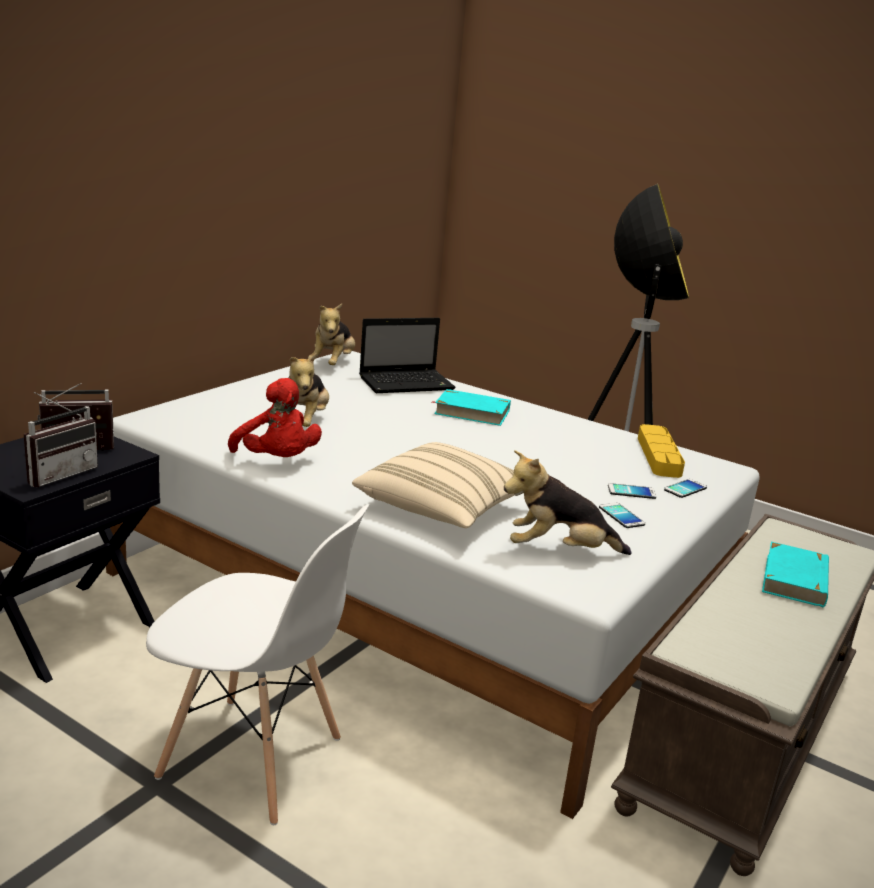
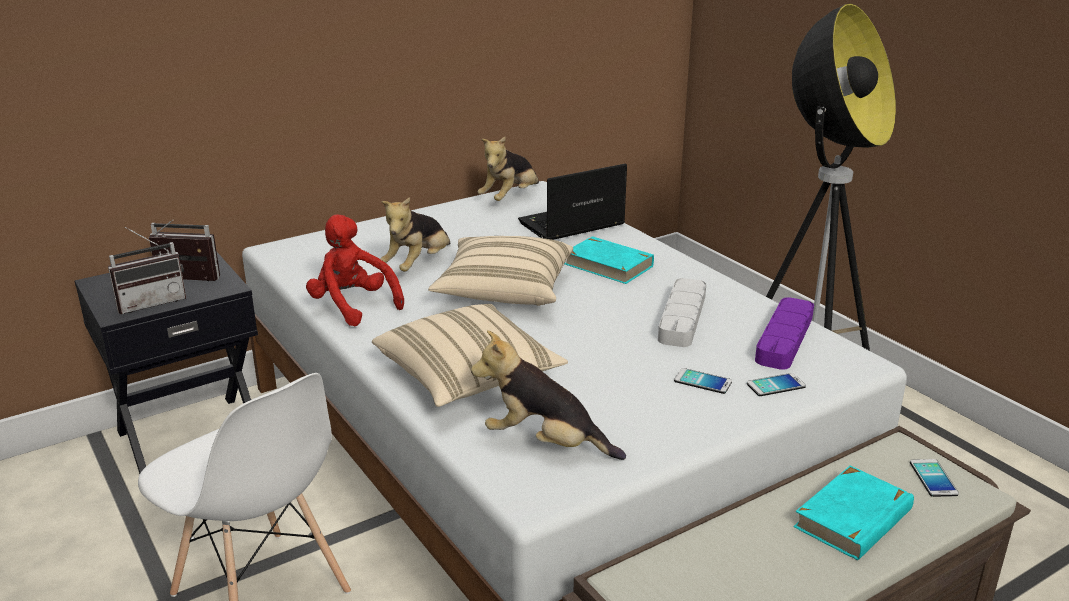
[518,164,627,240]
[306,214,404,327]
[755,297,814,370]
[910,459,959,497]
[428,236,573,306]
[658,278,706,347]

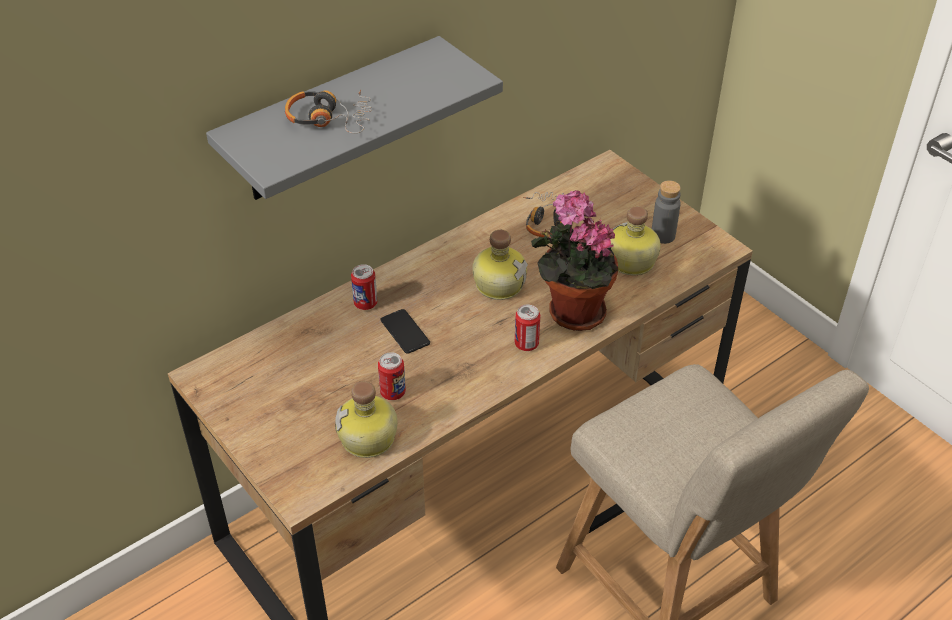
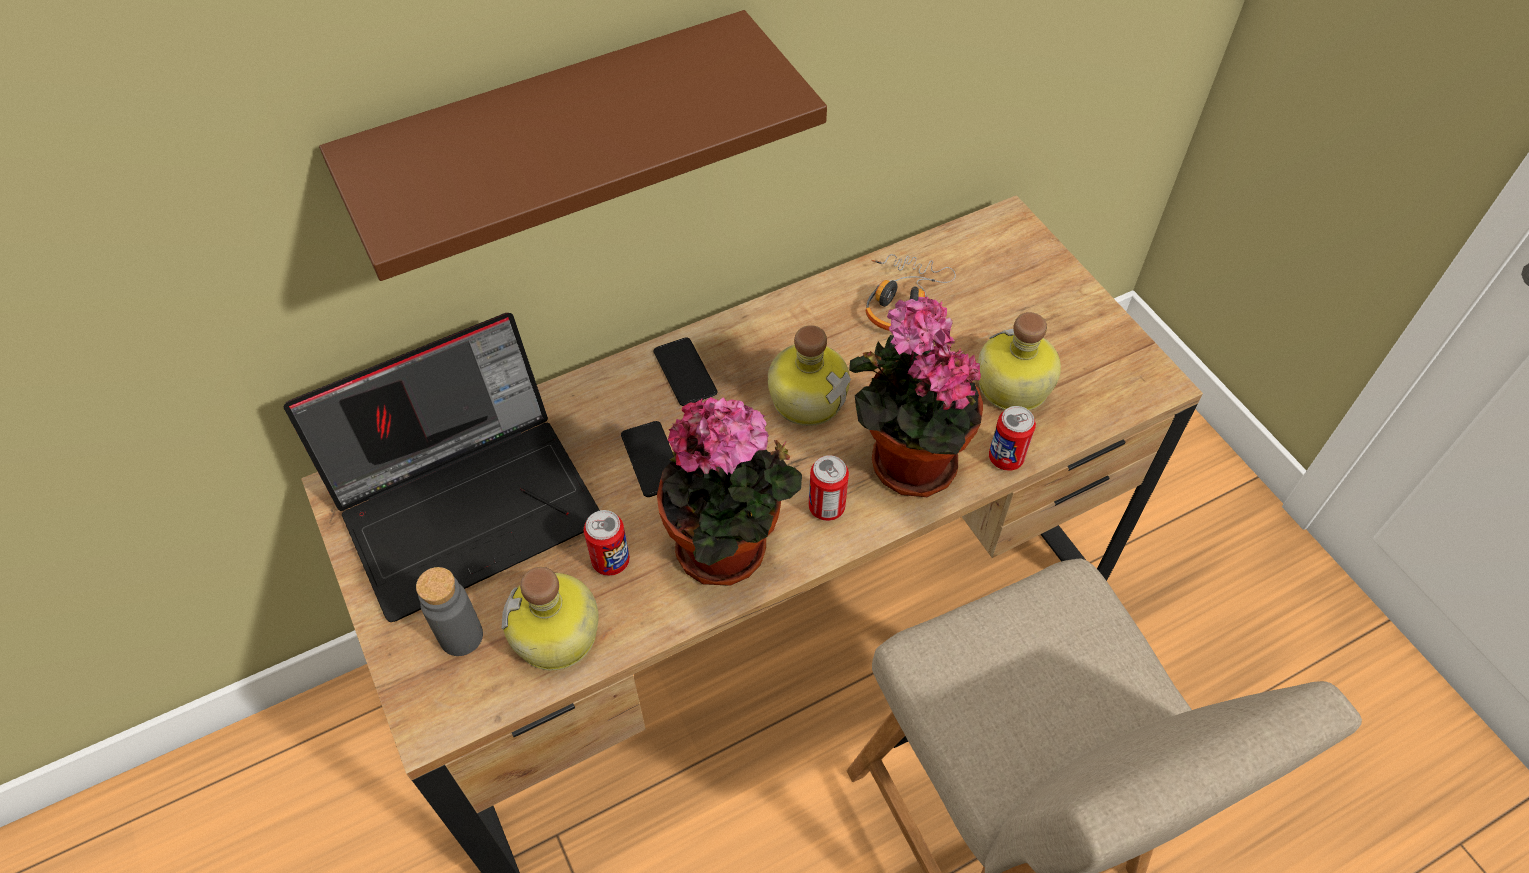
[319,10,827,281]
[285,90,371,134] (first image)
[416,567,483,656]
[989,406,1036,471]
[284,313,600,622]
[653,338,718,406]
[657,397,802,586]

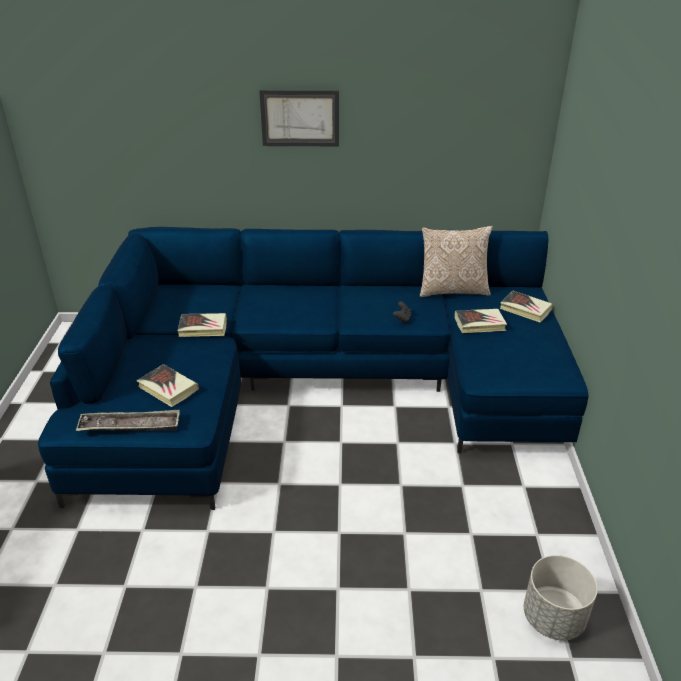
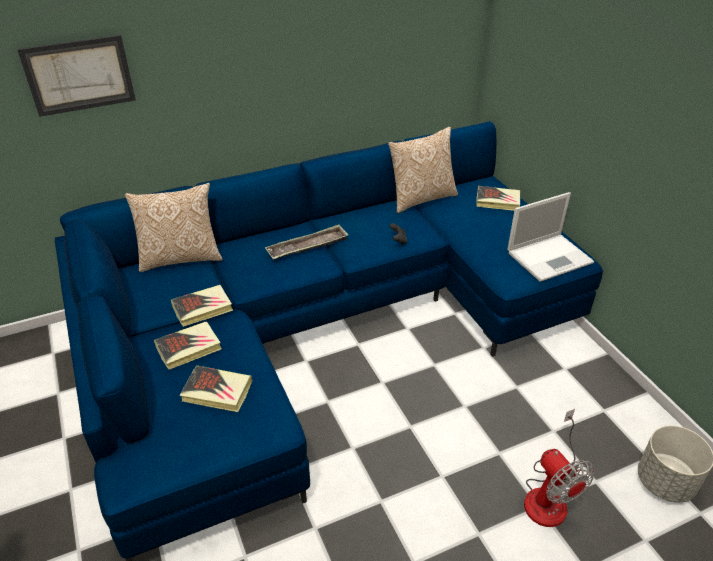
[17,35,136,117]
[154,321,222,370]
[265,224,348,260]
[125,183,223,272]
[507,192,594,282]
[524,409,595,527]

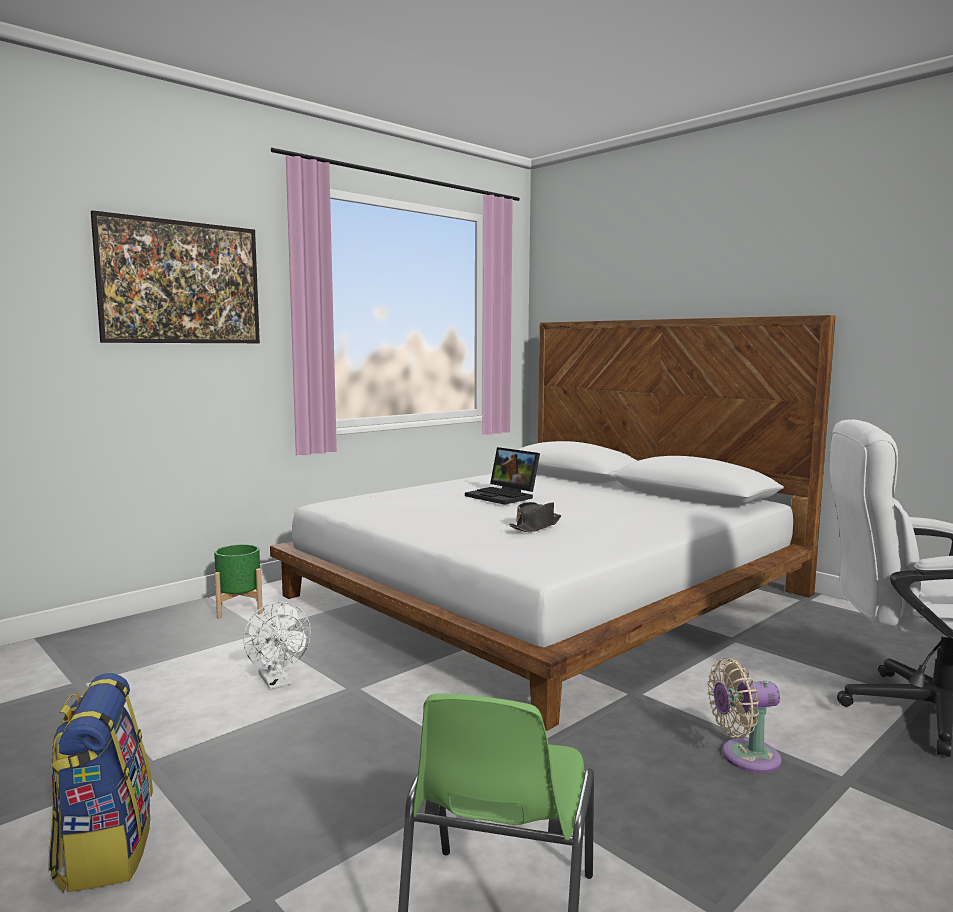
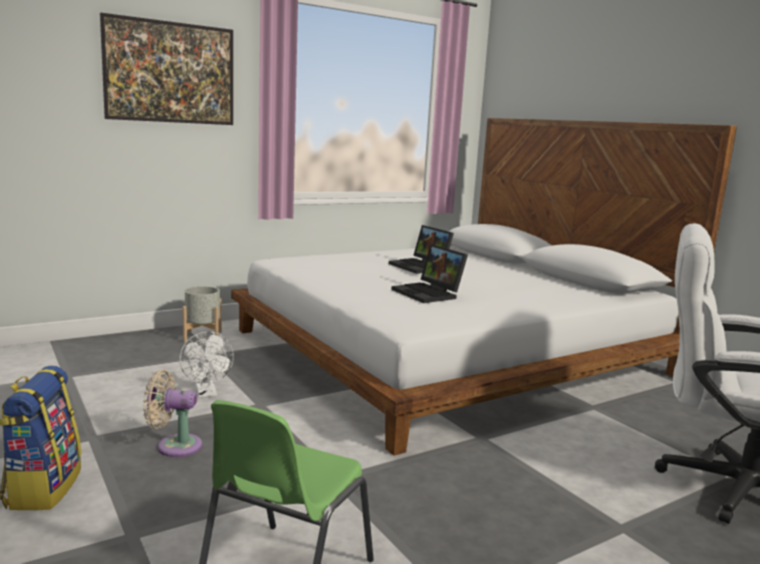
[391,244,468,303]
[183,286,222,342]
[143,370,202,457]

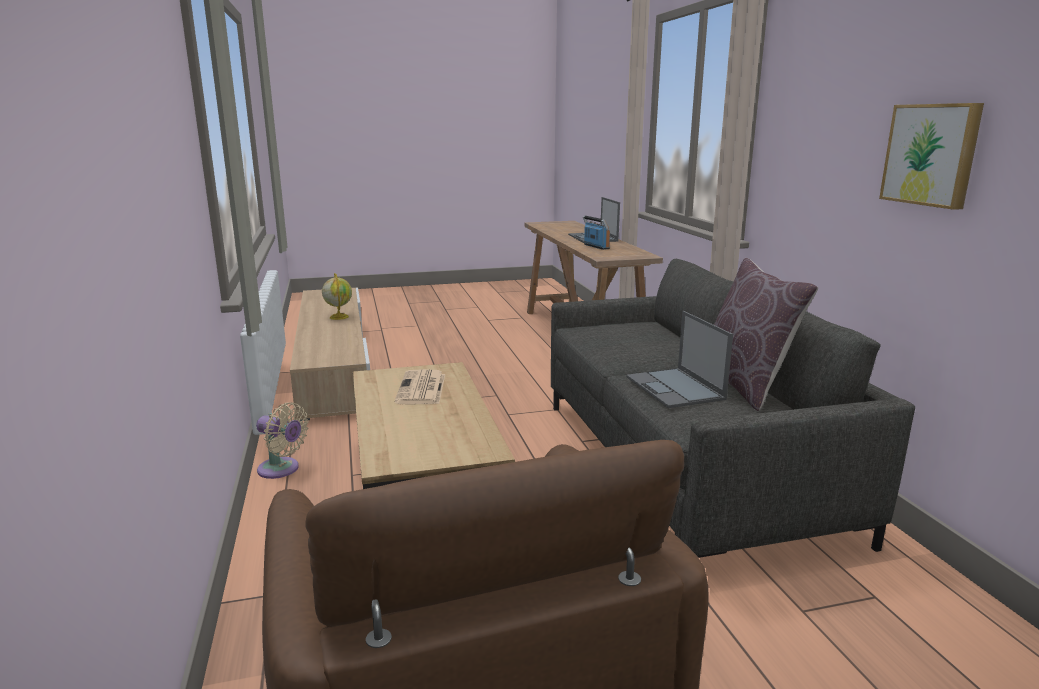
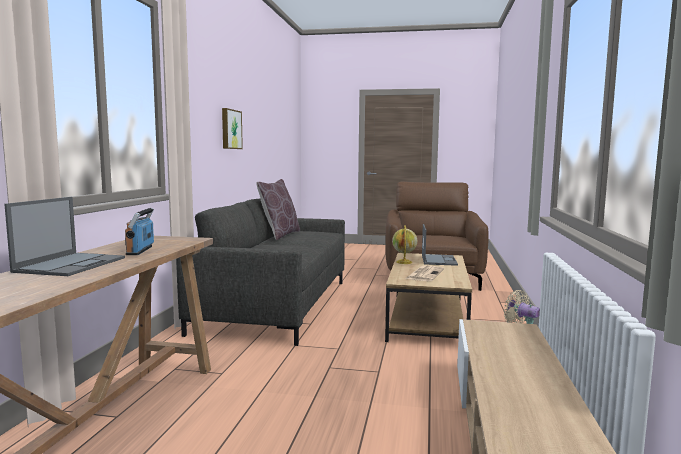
[392,225,417,264]
[422,224,458,266]

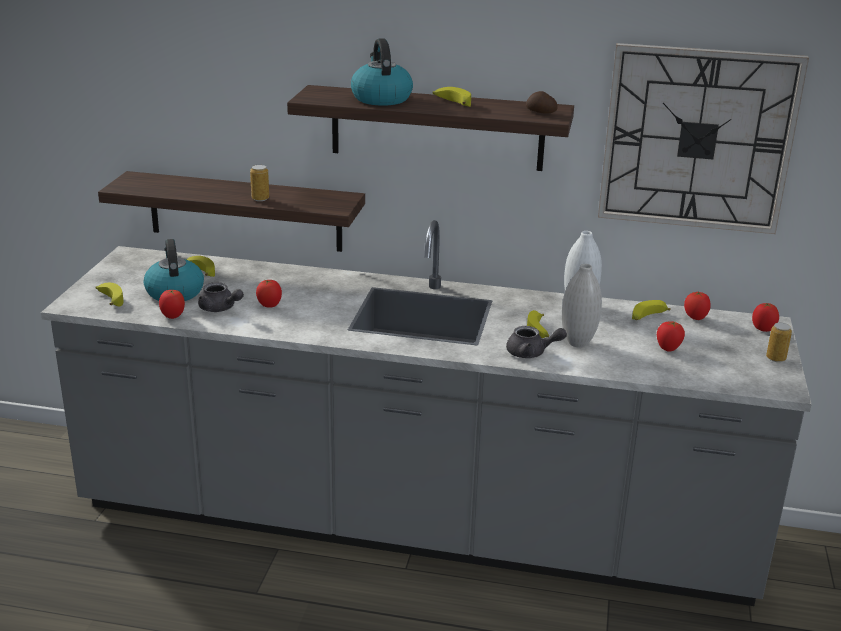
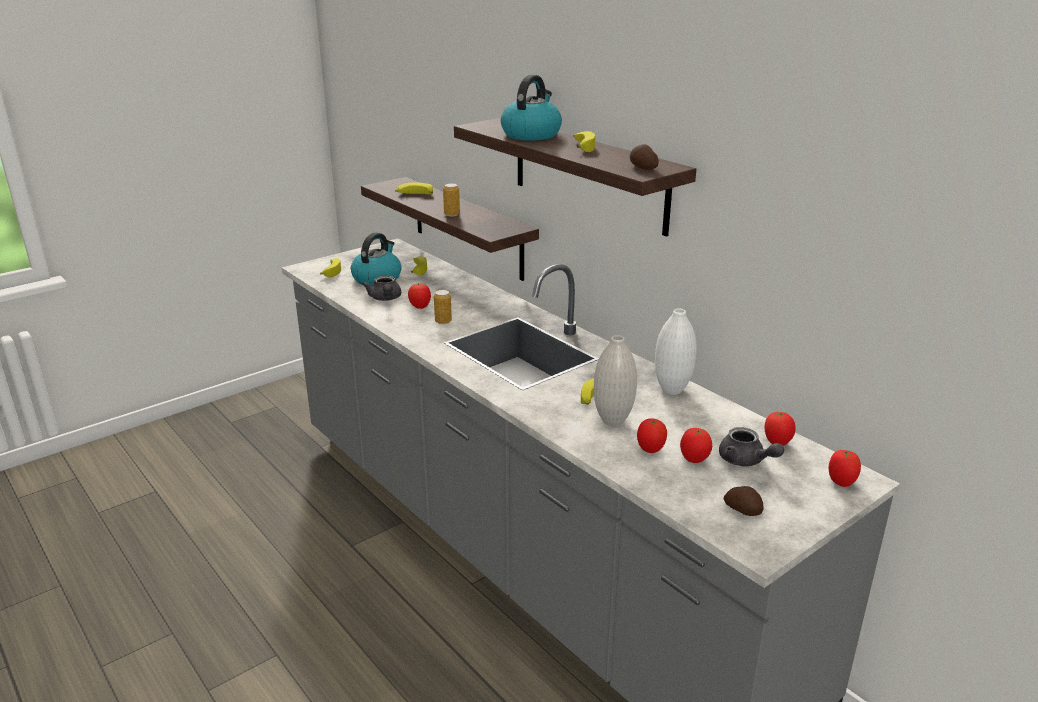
[598,43,809,234] (first image)
[637,418,667,453]
[395,182,433,194]
[434,290,452,324]
[719,427,784,467]
[724,486,764,516]

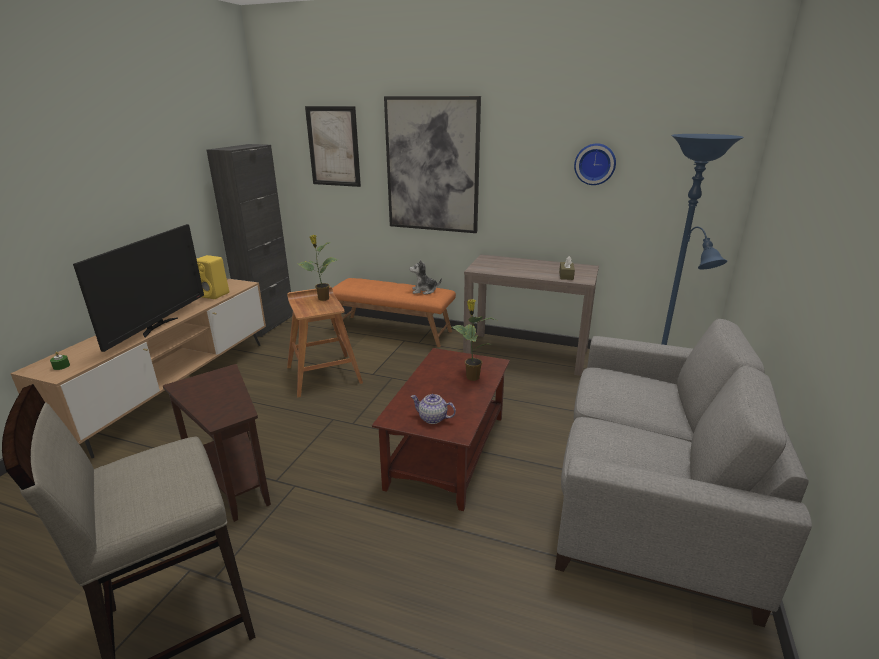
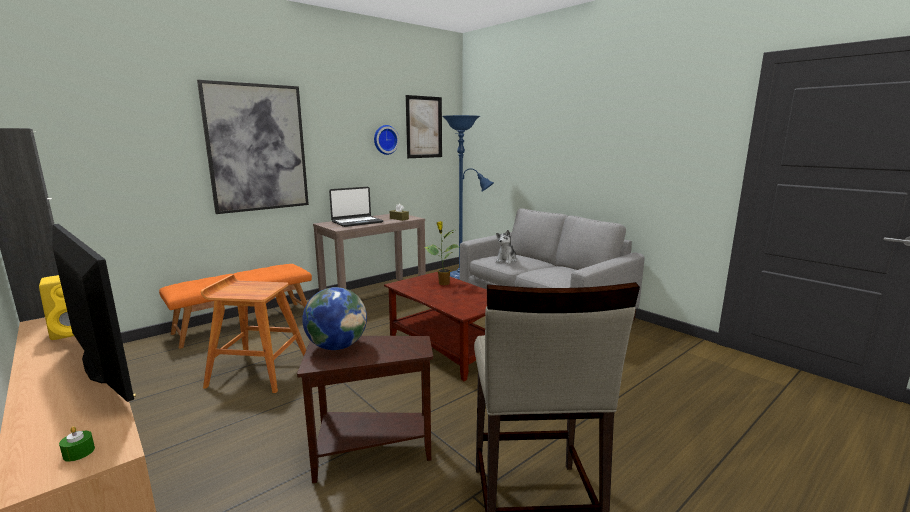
[406,95,442,158]
[297,235,338,301] (first image)
[496,230,517,264]
[411,394,456,424] (first image)
[329,187,383,227]
[302,287,367,350]

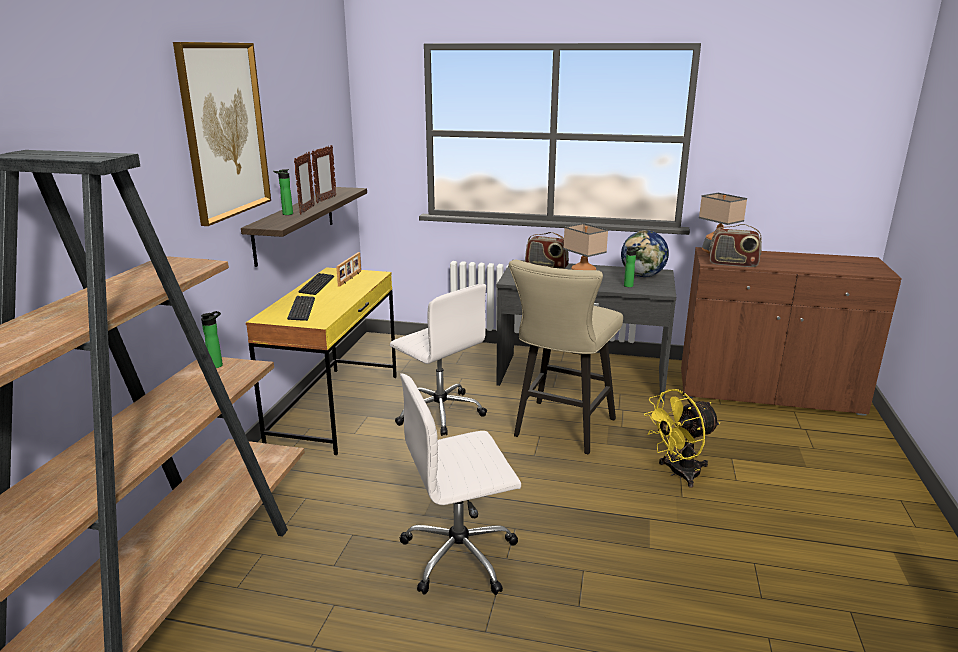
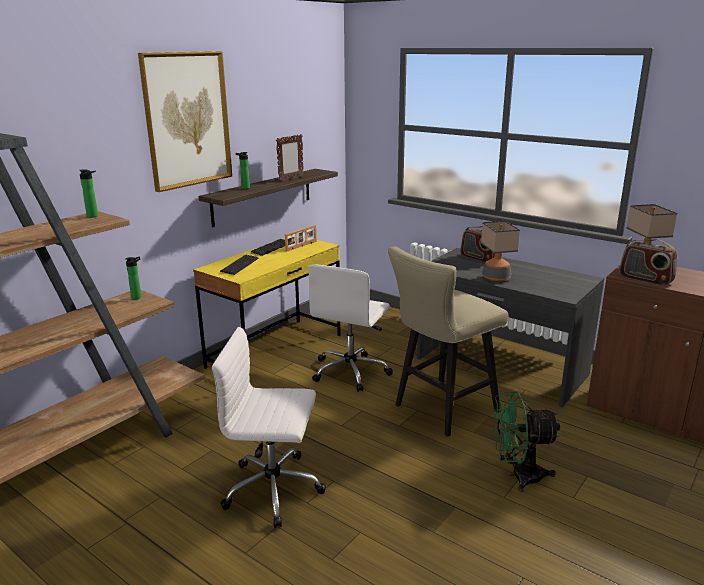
[294,152,315,214] (first image)
[621,230,669,277] (first image)
[80,169,98,218]
[308,264,393,392]
[493,391,561,492]

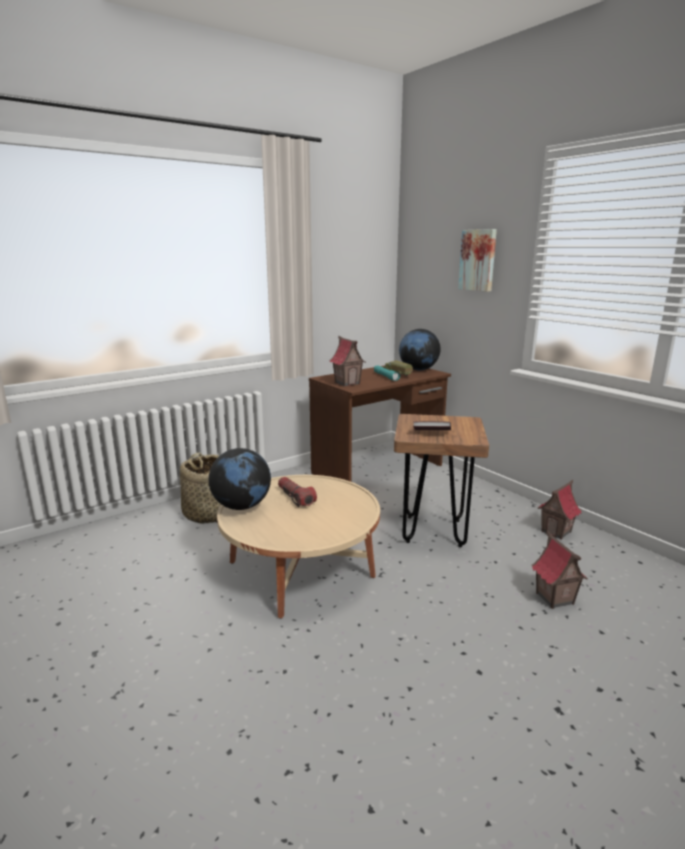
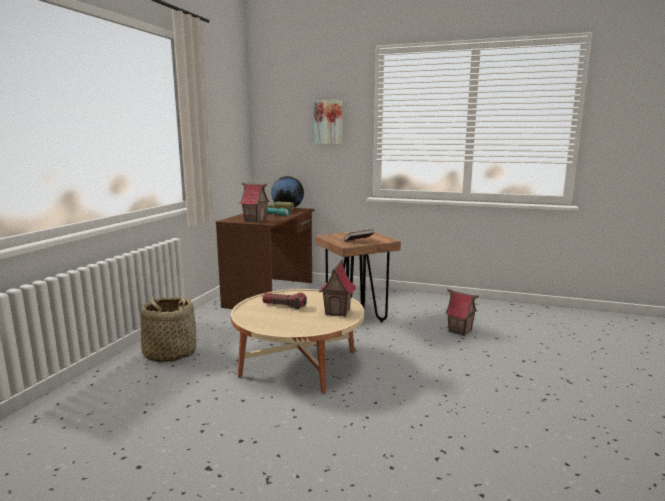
[209,448,271,510] (first image)
[319,259,356,317]

